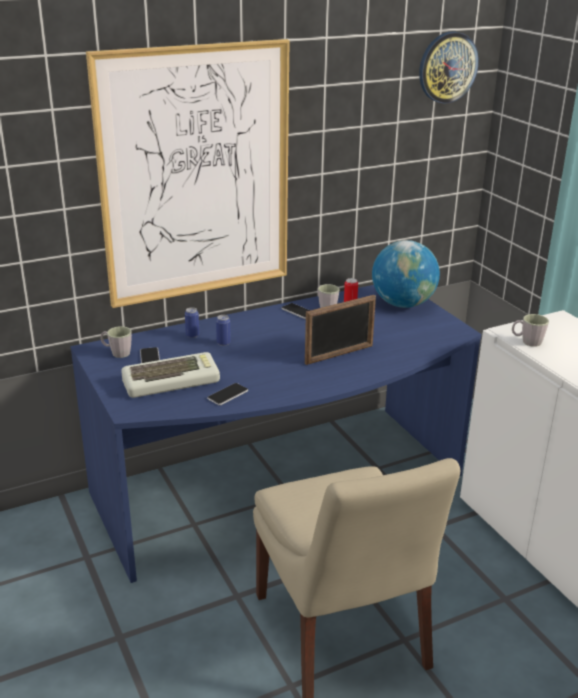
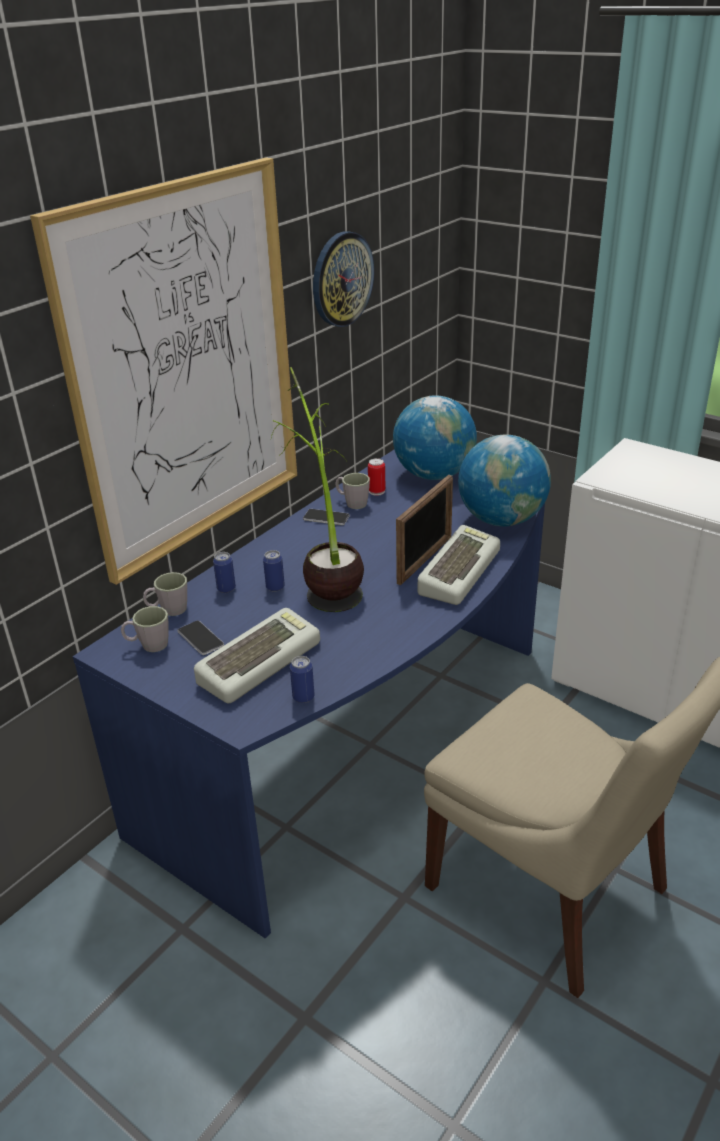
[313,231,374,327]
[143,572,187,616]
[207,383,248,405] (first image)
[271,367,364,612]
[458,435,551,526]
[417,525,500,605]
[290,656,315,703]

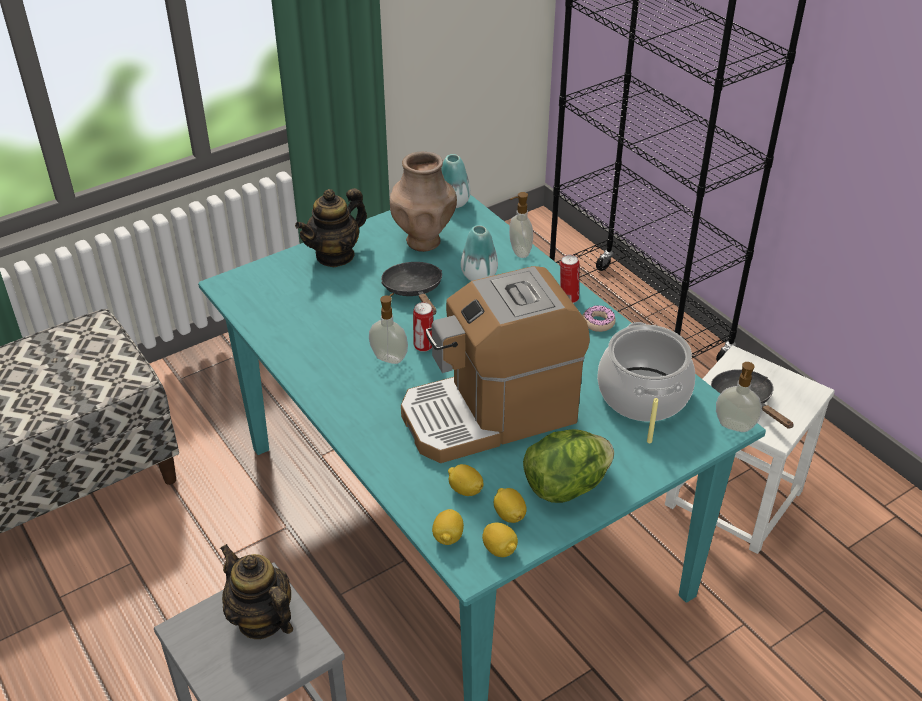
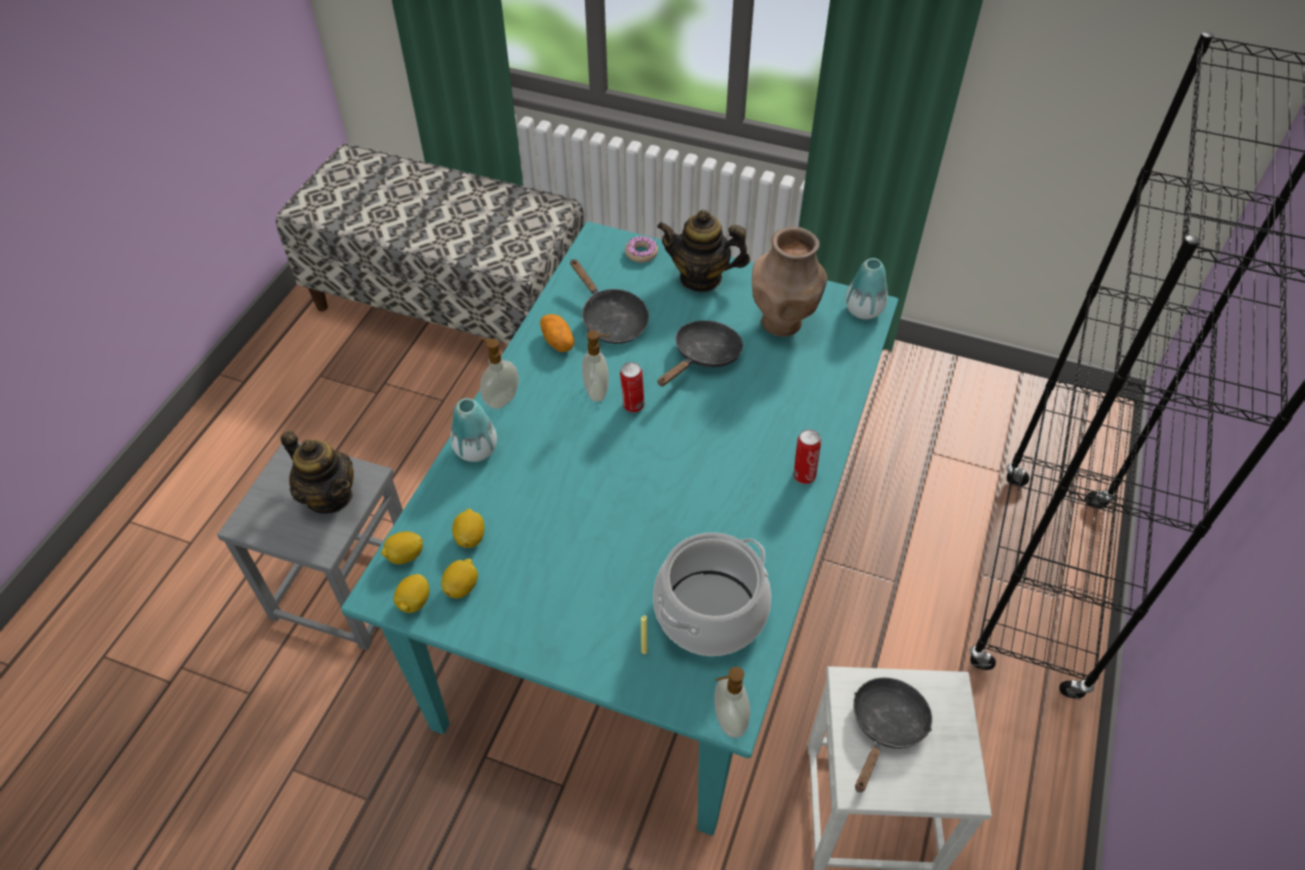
[480,338,519,409]
[450,398,497,462]
[401,266,590,463] (first image)
[625,236,658,263]
[523,429,614,503] (first image)
[281,431,354,514]
[570,259,649,344]
[540,314,574,352]

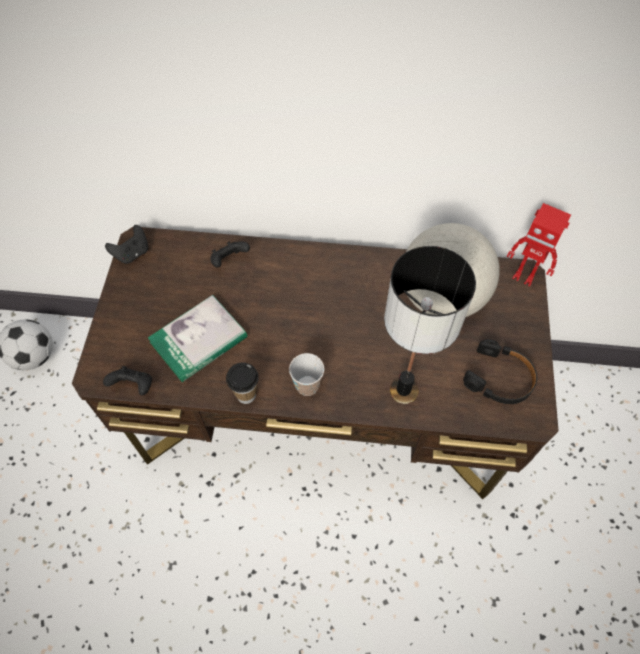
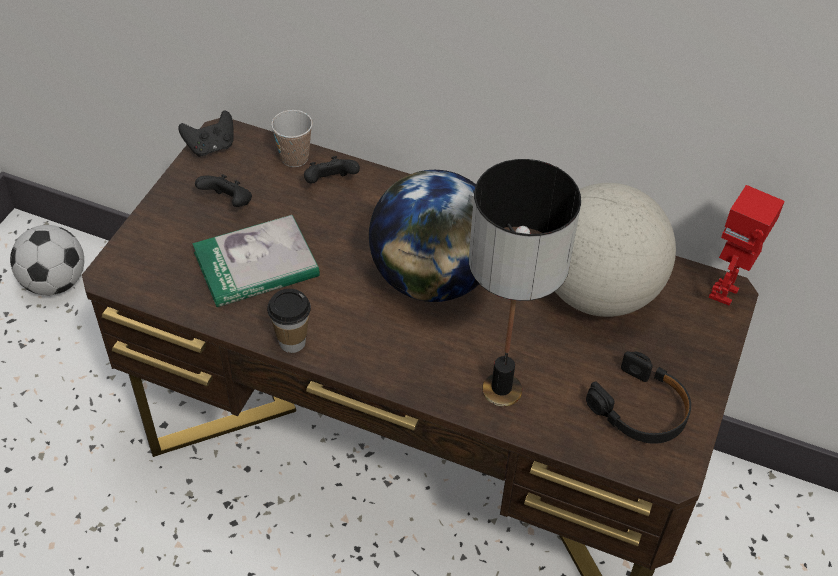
[709,185,785,306]
[271,110,313,167]
[195,174,252,207]
[369,170,479,302]

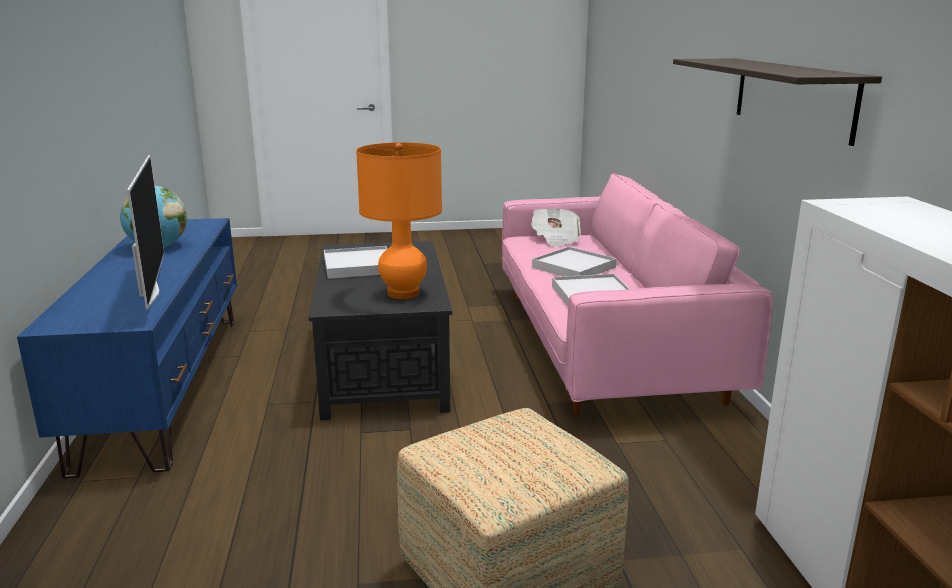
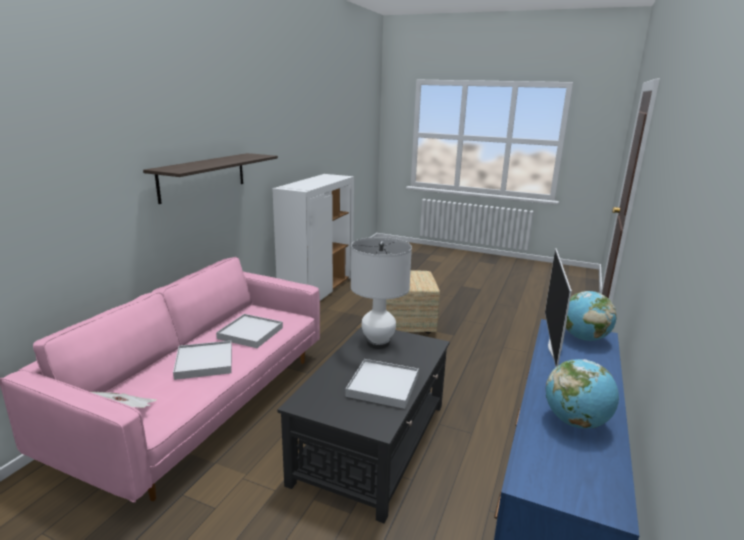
[351,237,412,349]
[566,291,616,341]

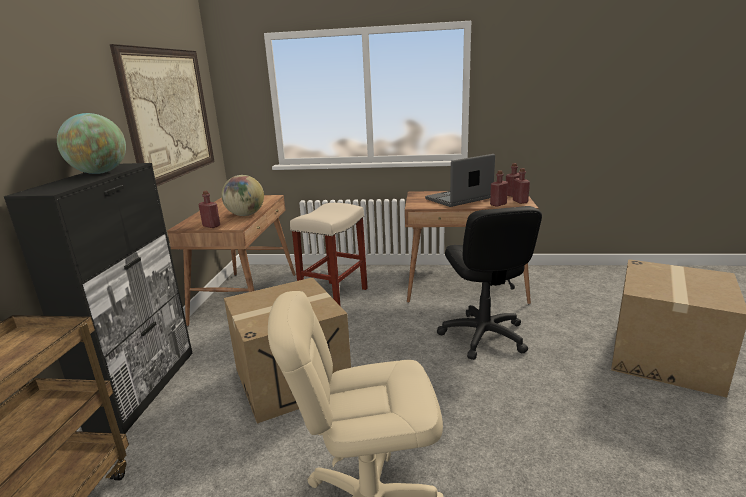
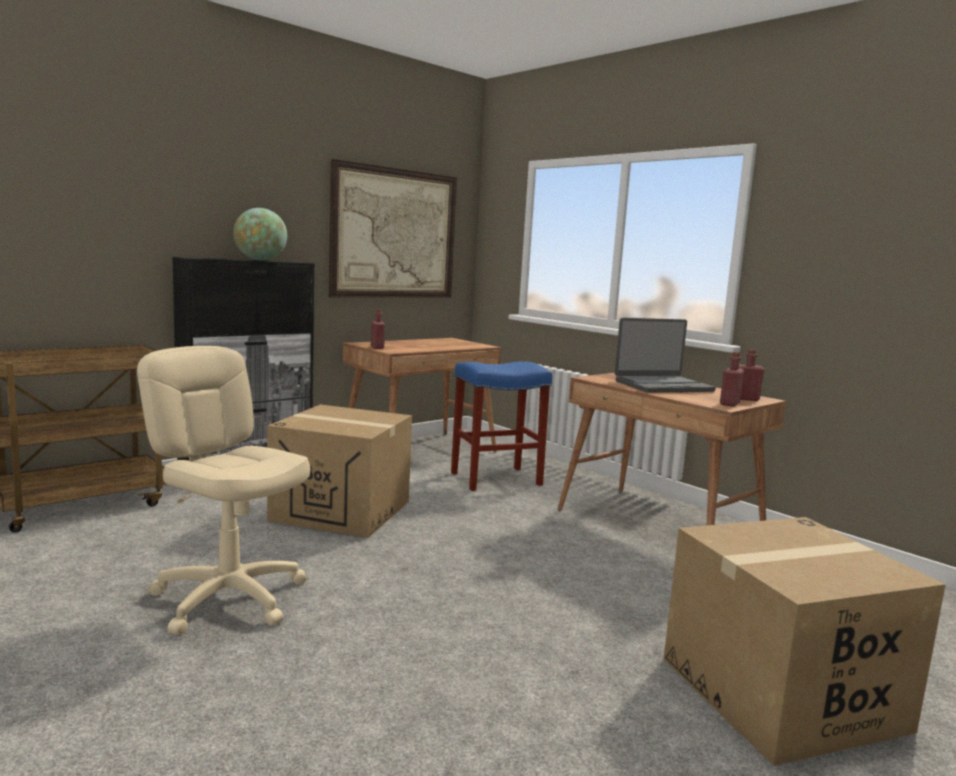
[615,318,716,393]
[490,170,508,207] (first image)
[222,175,264,216] (first image)
[451,361,552,491]
[437,206,542,360] (first image)

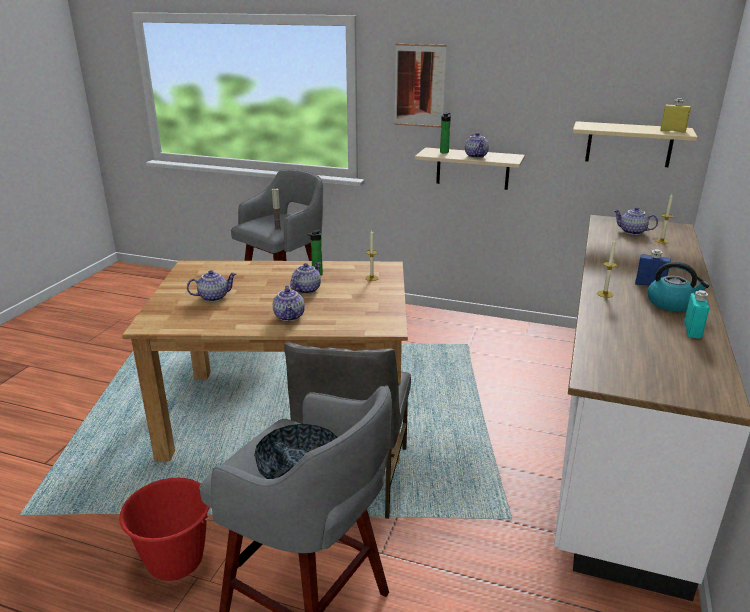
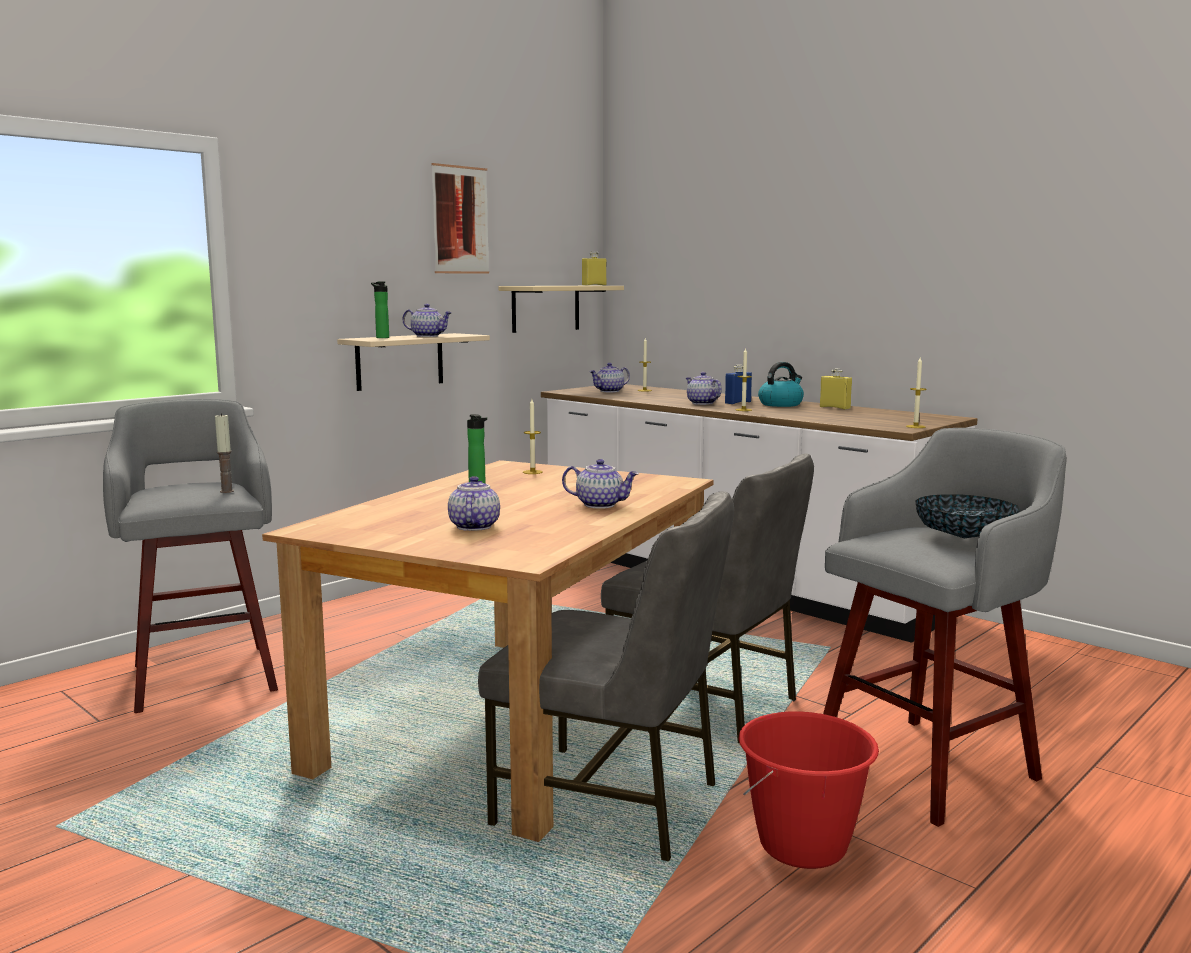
[431,163,489,274]
[686,372,722,405]
[820,368,852,410]
[906,357,927,428]
[478,491,734,861]

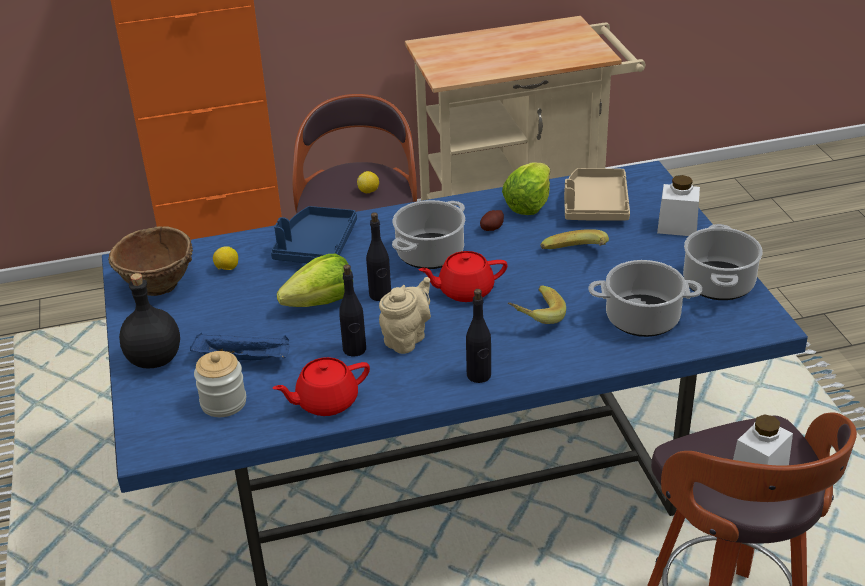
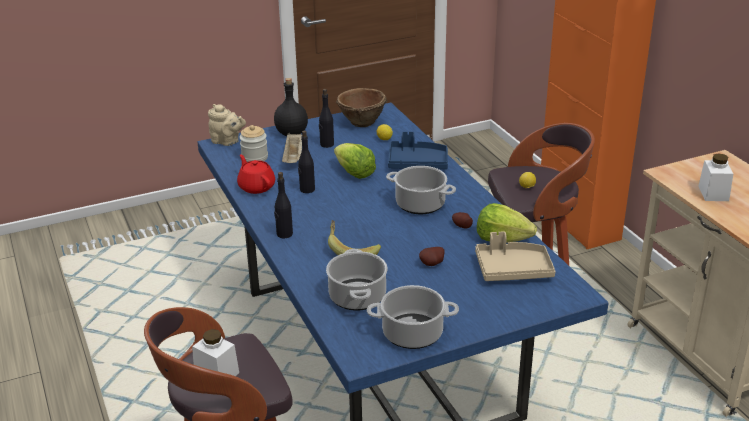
[698,153,733,201]
[319,89,334,148]
[419,247,445,266]
[418,251,507,302] (first image)
[208,104,246,146]
[282,133,302,163]

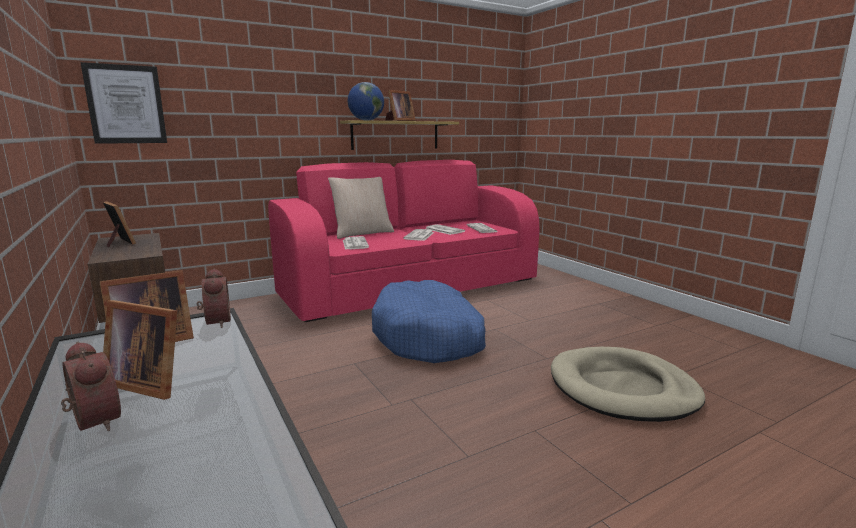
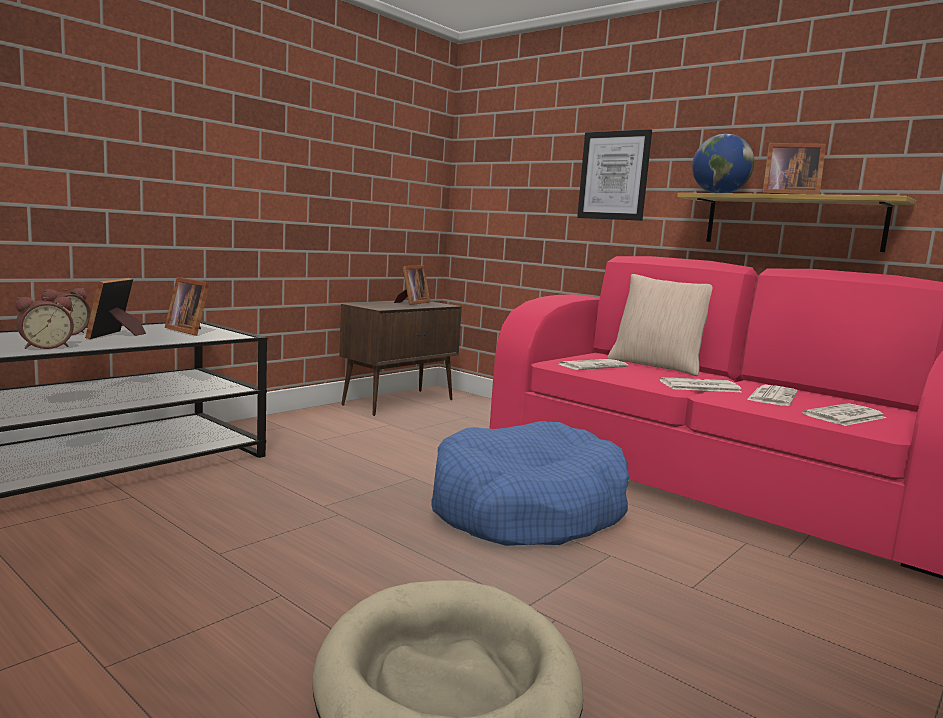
[577,129,652,221]
[16,297,74,349]

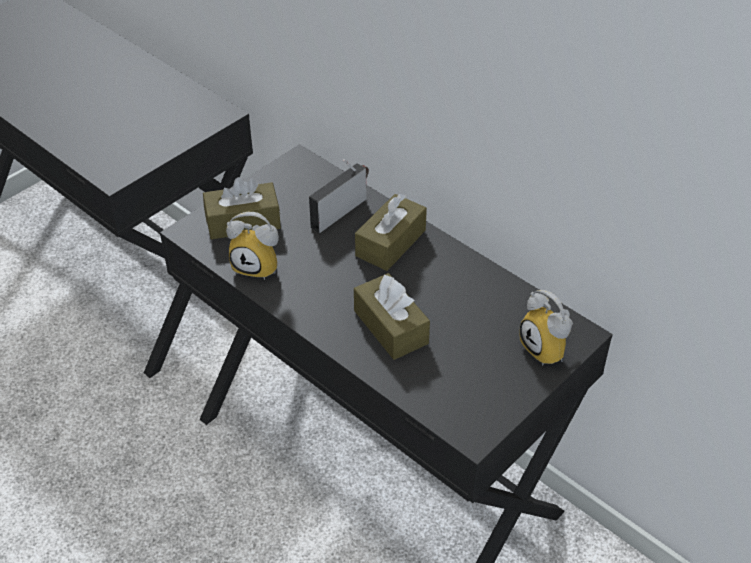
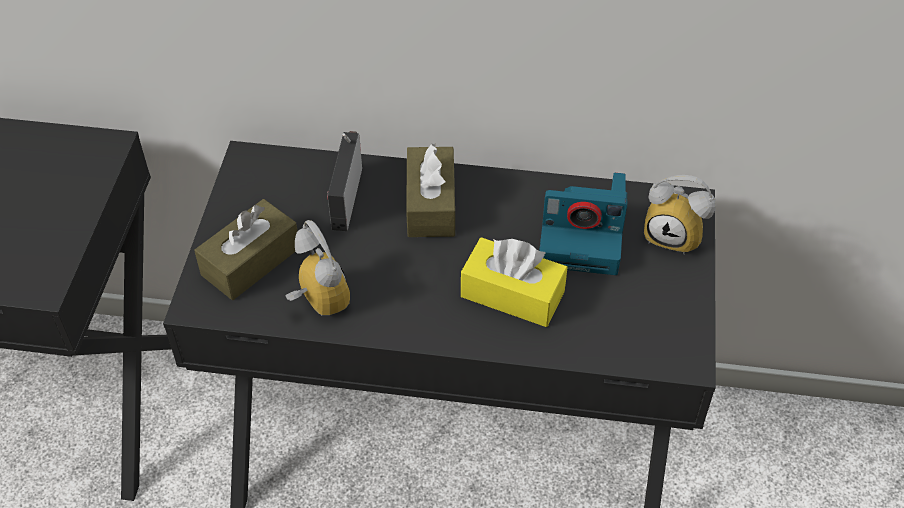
[285,220,350,316]
[461,237,568,327]
[539,173,628,275]

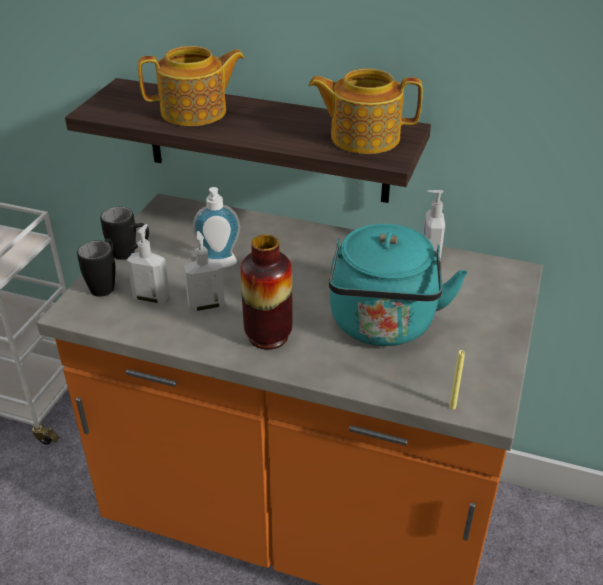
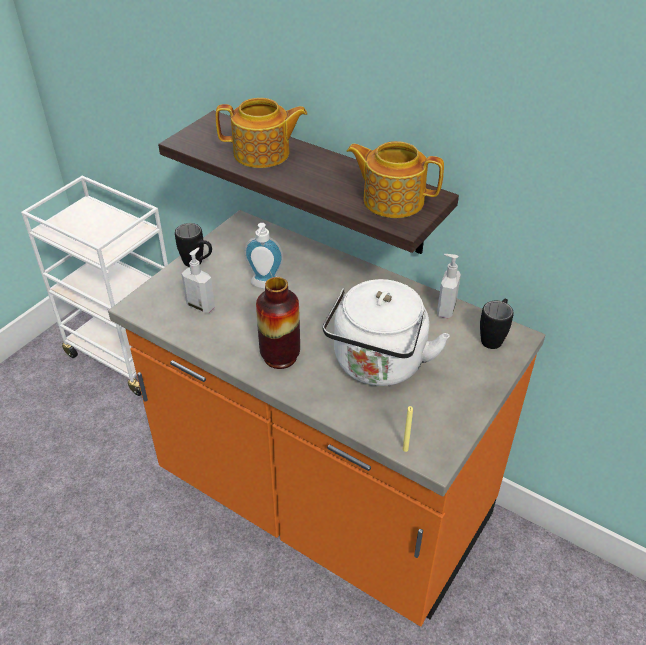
[322,279,450,386]
[184,231,225,312] (first image)
[480,299,514,349]

